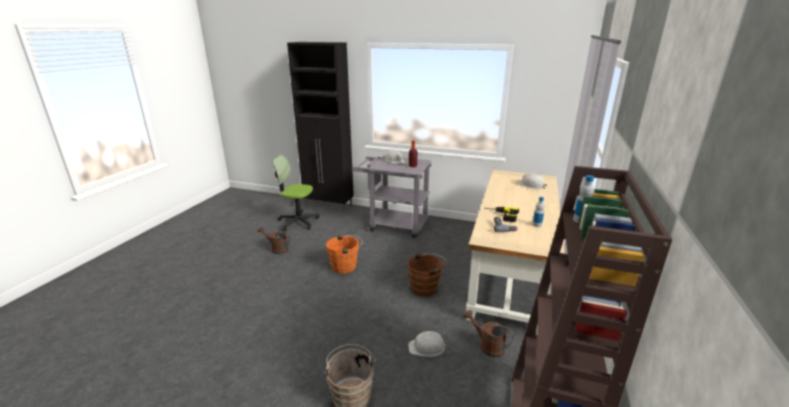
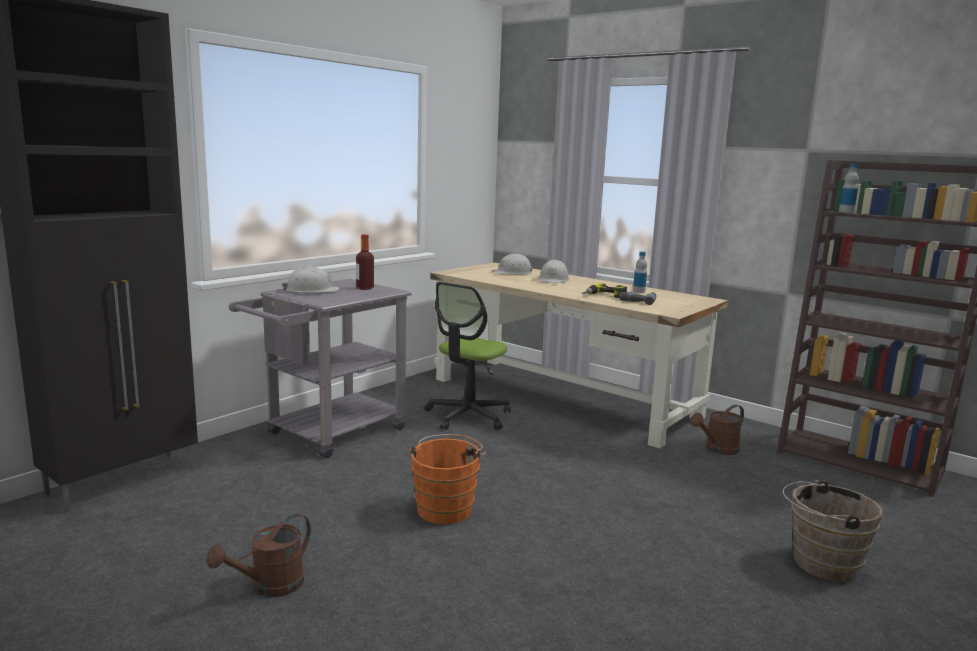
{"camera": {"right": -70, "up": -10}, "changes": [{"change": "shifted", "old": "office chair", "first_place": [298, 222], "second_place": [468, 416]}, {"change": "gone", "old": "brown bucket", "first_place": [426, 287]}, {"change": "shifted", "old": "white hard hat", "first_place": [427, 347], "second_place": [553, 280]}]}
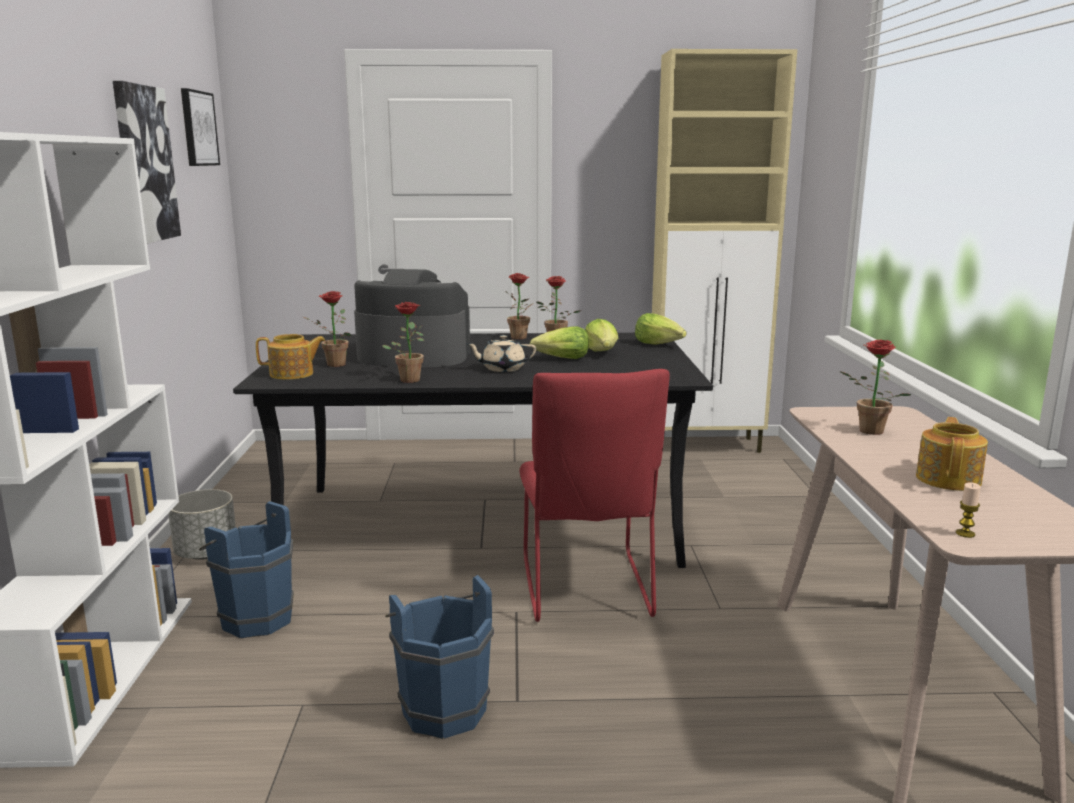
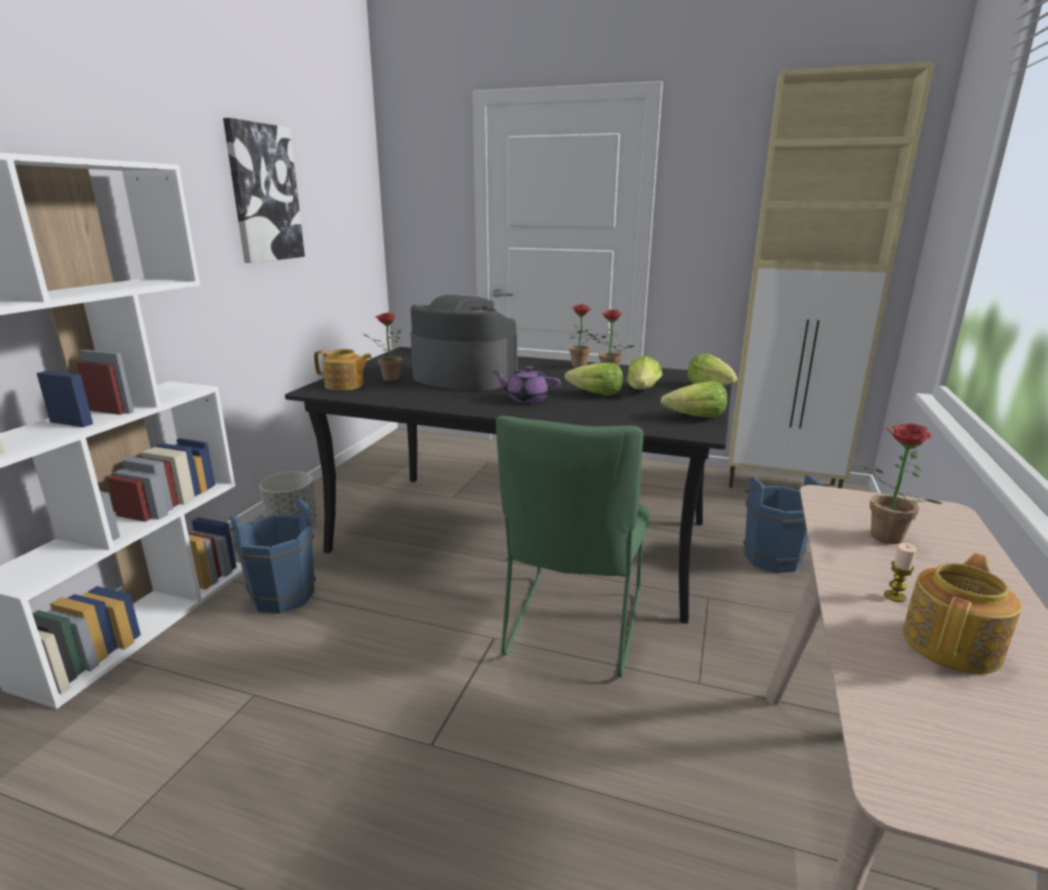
{"camera": {"right": 20, "up": 5}, "changes": [{"change": "gone", "old": "picture", "first_place": [198, 128]}, {"change": "gone", "old": "potted plant", "first_place": [409, 379]}, {"change": "repainted", "old": "beige teapot", "new": "purple teapot", "first_place": [502, 368], "second_place": [527, 399]}, {"change": "repainted", "old": "red chair", "new": "green chair", "first_place": [586, 591], "second_place": [573, 629]}, {"change": "shifted", "old": "candle", "first_place": [965, 534], "second_place": [894, 596]}, {"change": "shifted", "old": "blue bucket", "first_place": [442, 707], "second_place": [770, 556]}, {"change": "new", "new": "lettuce", "second_place": [695, 417]}]}
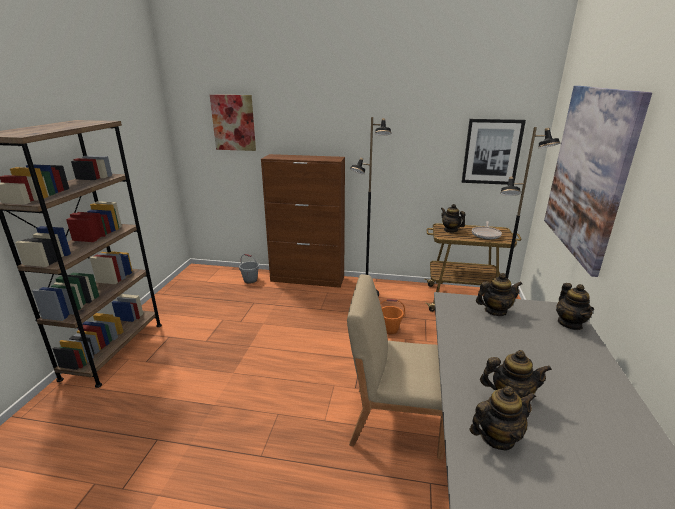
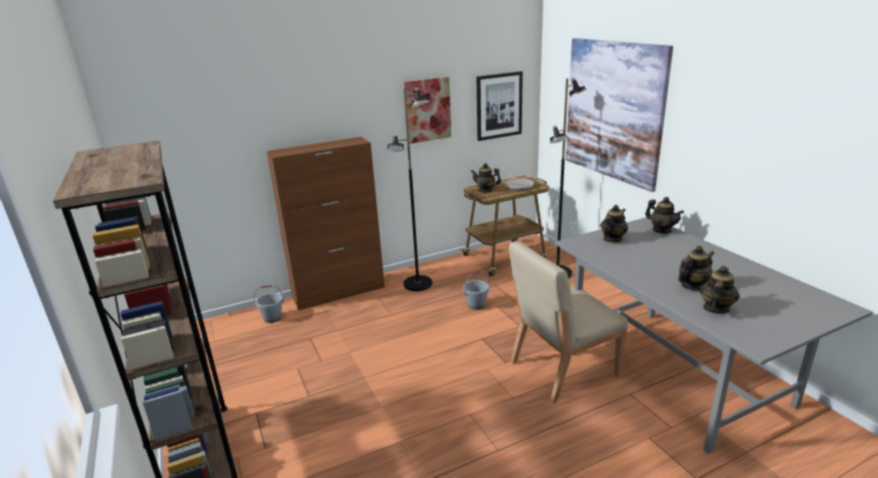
{"camera": {"right": -35, "up": 0}, "changes": [{"change": "shifted", "old": "picture", "first_place": [233, 123], "second_place": [427, 110]}, {"change": "repainted", "old": "orange bucket", "new": "grey bucket", "first_place": [389, 329], "second_place": [476, 305]}]}
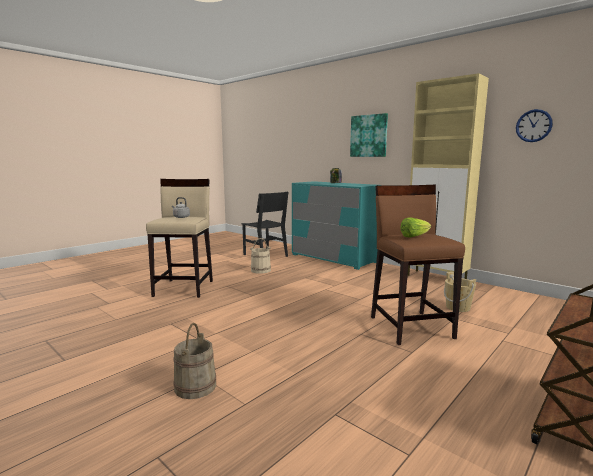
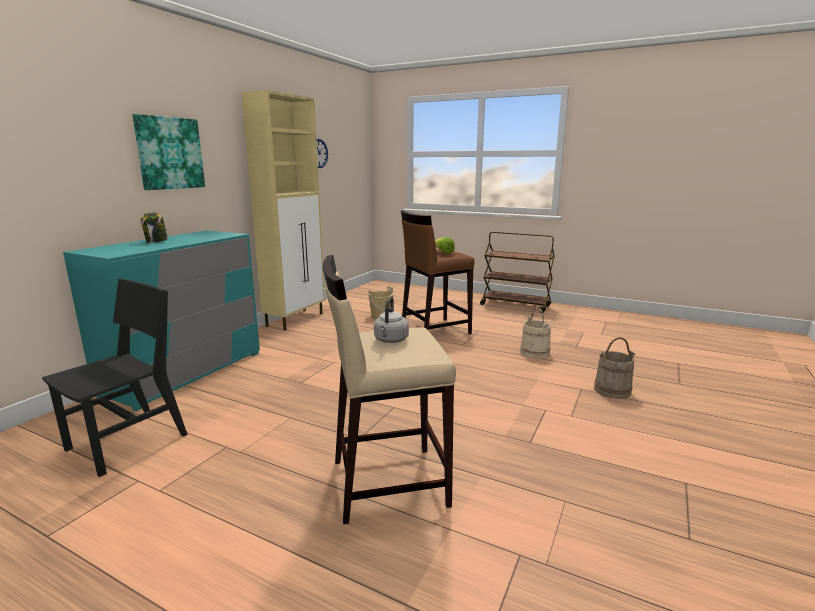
{"camera": {"right": -105, "up": 5}, "changes": [{"change": "shifted", "old": "beige bucket", "first_place": [260, 270], "second_place": [535, 353]}]}
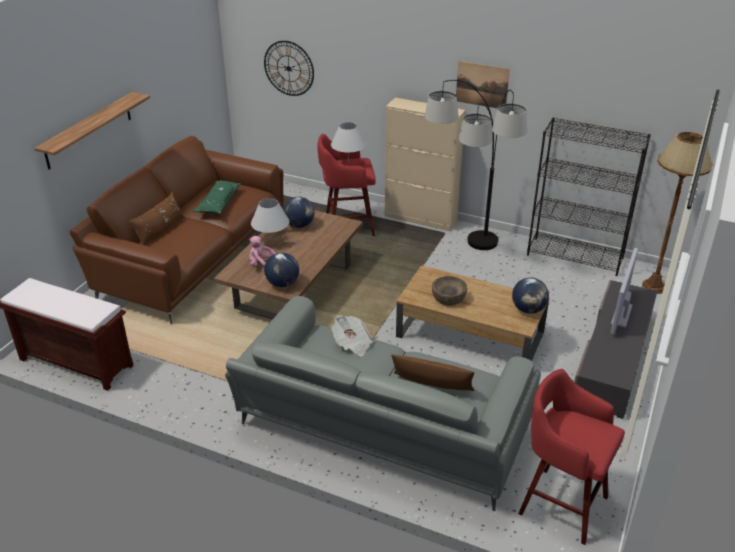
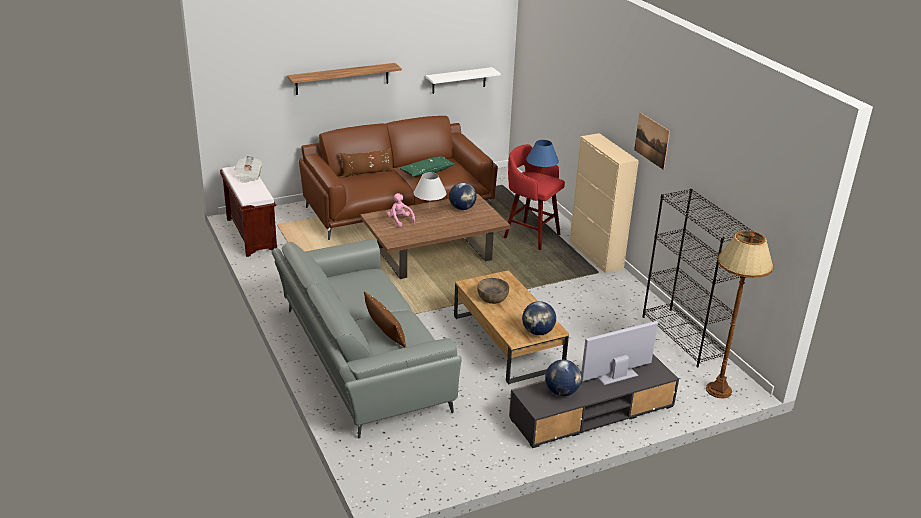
{"camera": {"right": 40, "up": -5}, "changes": [{"change": "gone", "old": "wall clock", "first_place": [288, 68]}, {"change": "gone", "old": "floor lamp", "first_place": [469, 261]}, {"change": "repainted", "old": "white table lamp", "new": "blue table lamp", "first_place": [348, 161], "second_place": [541, 176]}, {"change": "shifted", "old": "globe", "first_place": [282, 283], "second_place": [561, 392]}, {"change": "shifted", "old": "newspaper", "first_place": [352, 344], "second_place": [248, 176]}, {"change": "gone", "old": "red stool", "first_place": [560, 503]}, {"change": "new", "new": "white shelf", "second_place": [459, 80]}]}
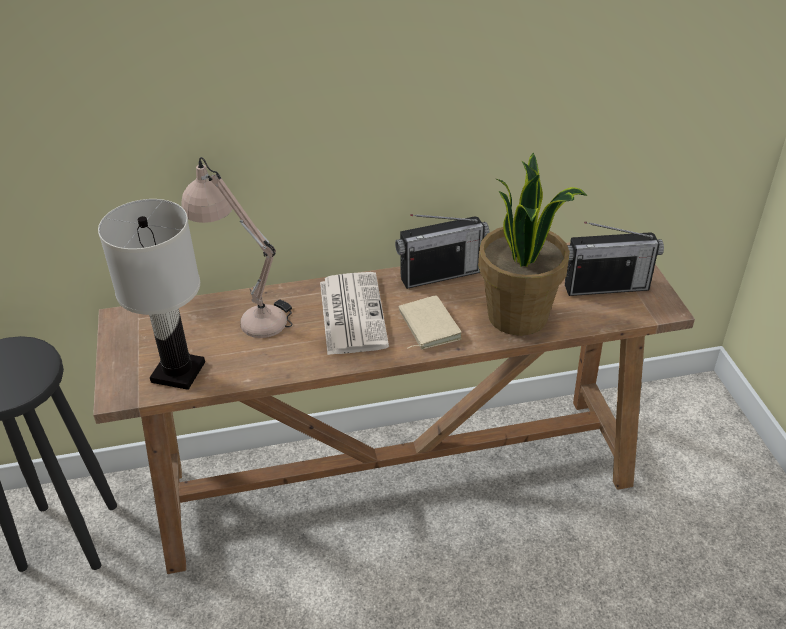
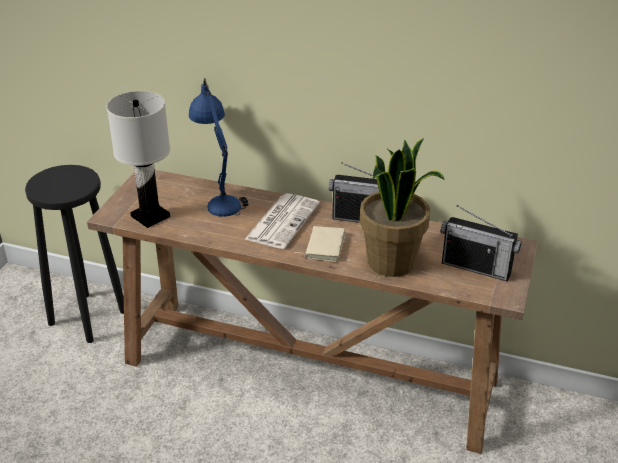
{"camera": {"right": 30, "up": -5}, "changes": [{"change": "repainted", "old": "beige table lamp", "new": "blue table lamp", "first_place": [246, 311], "second_place": [219, 197]}]}
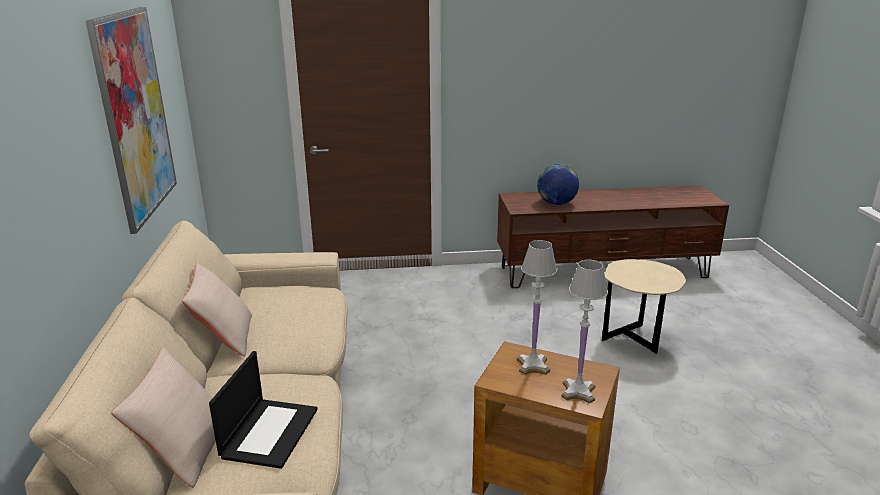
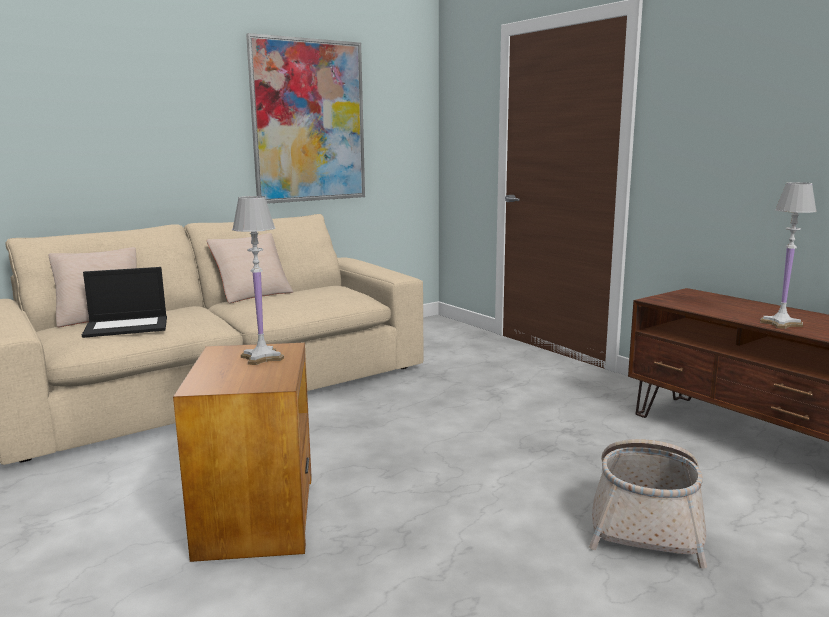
{"camera": {"right": 60, "up": -10}, "changes": [{"change": "gone", "old": "globe", "first_place": [556, 203]}, {"change": "swapped", "old": "beige side table", "new": "basket", "first_place": [635, 340], "second_place": [646, 520]}, {"change": "shifted", "old": "white table lamp", "first_place": [578, 391], "second_place": [781, 323]}]}
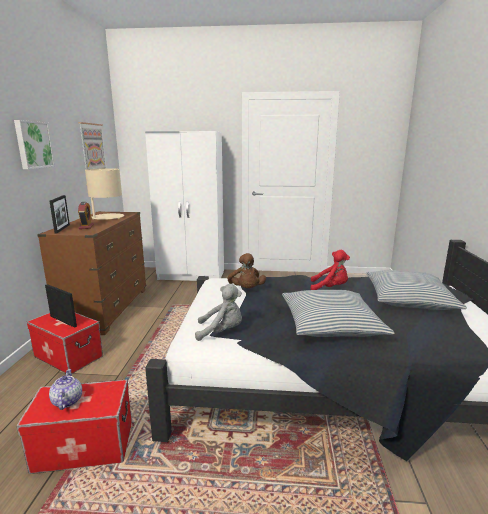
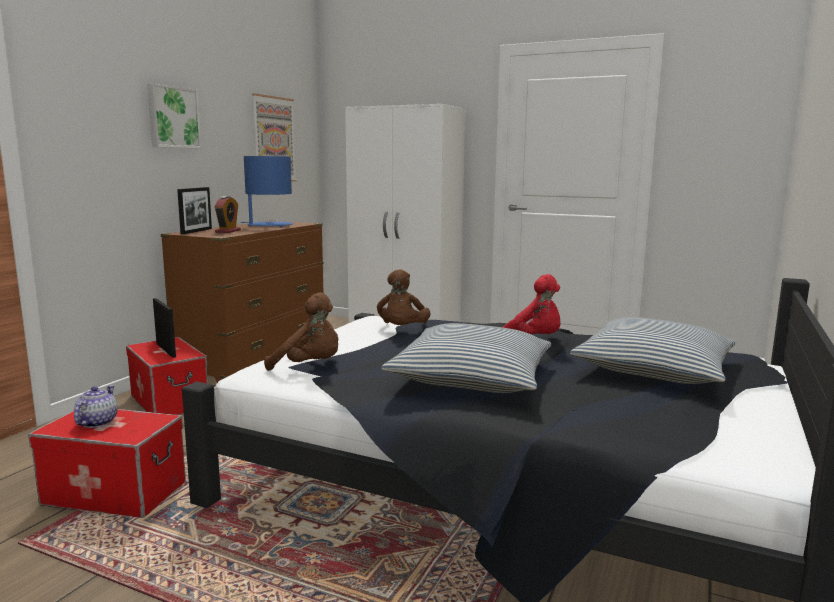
{"camera": {"right": 20, "up": -5}, "changes": [{"change": "repainted", "old": "beige table lamp", "new": "blue table lamp", "first_place": [107, 217], "second_place": [269, 225]}, {"change": "repainted", "old": "grey plush toy", "new": "brown plush toy", "first_place": [221, 332], "second_place": [310, 366]}]}
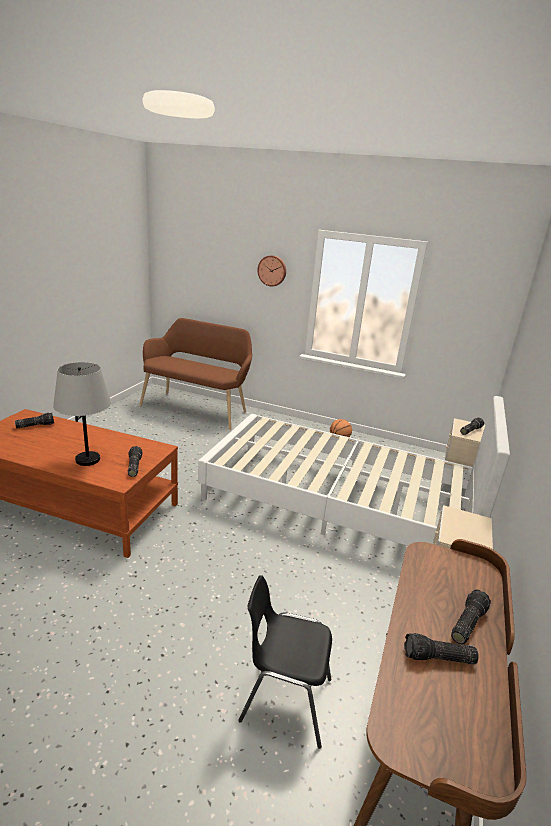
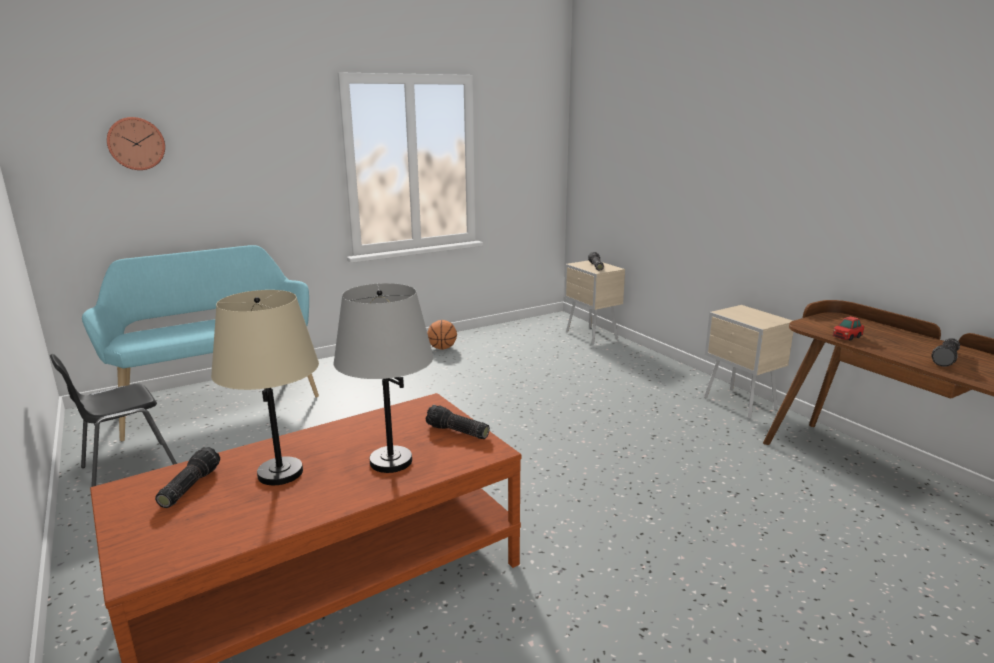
{"camera": {"right": -50, "up": -5}, "changes": [{"change": "shifted", "old": "wall clock", "first_place": [272, 270], "second_place": [136, 143]}, {"change": "repainted", "old": "brown bench", "new": "turquoise bench", "first_place": [197, 408], "second_place": [218, 400]}, {"change": "gone", "old": "white bed", "first_place": [338, 503]}, {"change": "shifted", "old": "black chair", "first_place": [284, 699], "second_place": [127, 469]}, {"change": "gone", "old": "flashlight", "first_place": [466, 622]}, {"change": "new", "new": "beige table lamp", "second_place": [280, 473]}, {"change": "new", "new": "toy car", "second_place": [846, 337]}]}
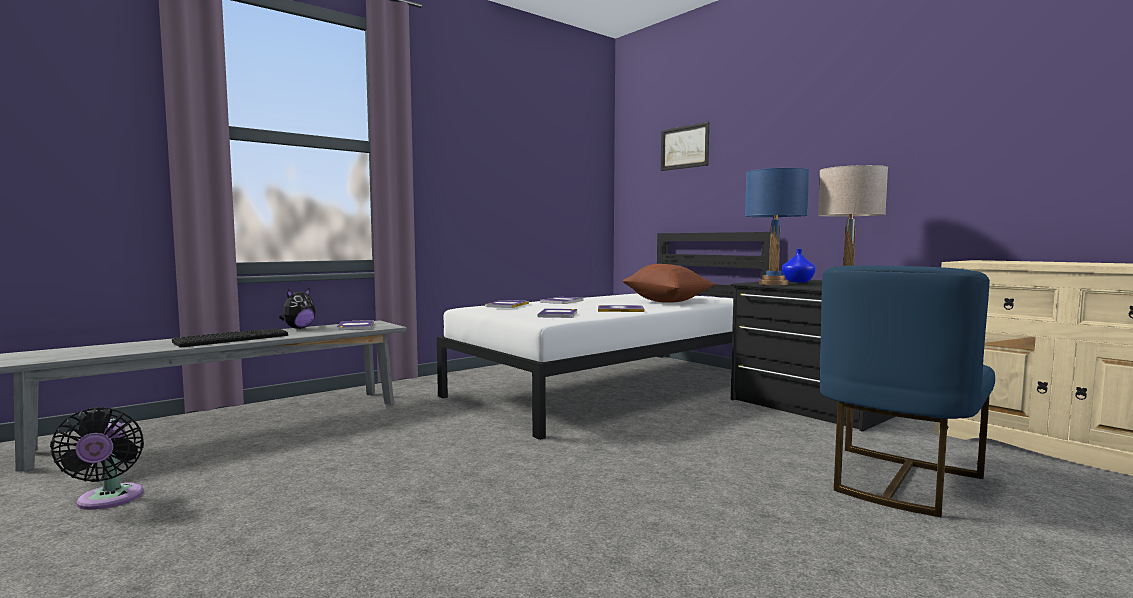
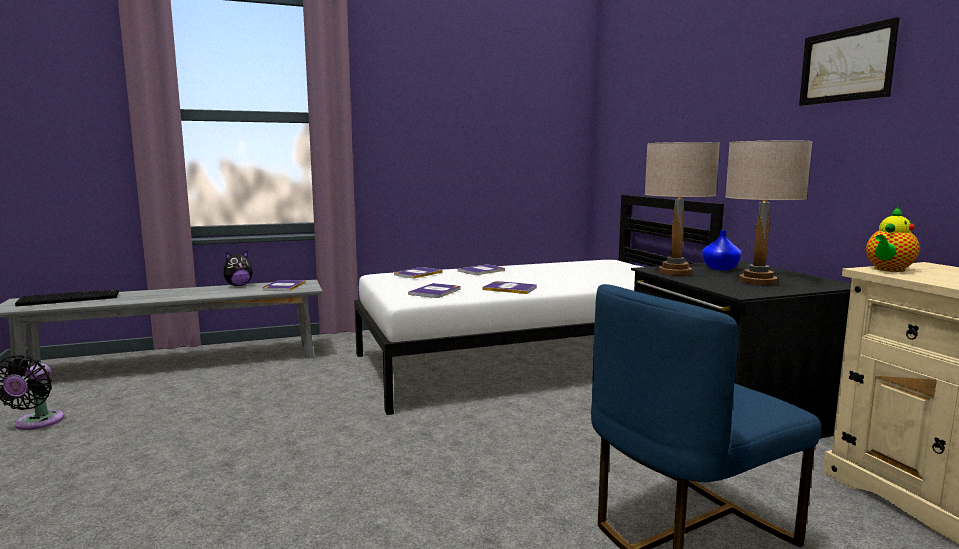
{"camera": {"right": 20, "up": 5}, "changes": [{"change": "shifted", "old": "picture", "first_place": [684, 147], "second_place": [846, 65]}, {"change": "repainted", "old": "blue table lamp", "new": "beige table lamp", "first_place": [773, 284], "second_place": [674, 272]}, {"change": "gone", "old": "brown pillow", "first_place": [668, 302]}, {"change": "shifted", "old": "keyboard", "first_place": [233, 339], "second_place": [70, 299]}, {"change": "new", "new": "teapot", "second_place": [888, 270]}]}
